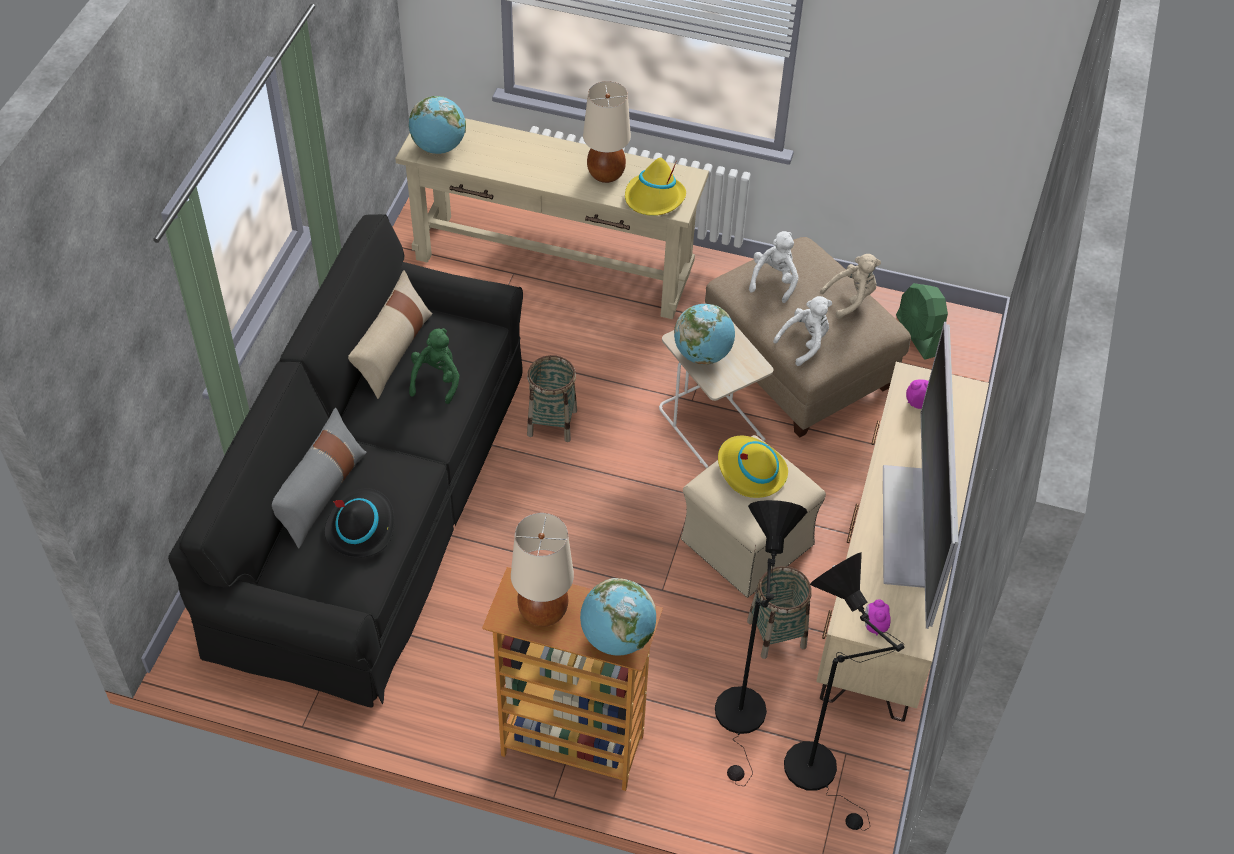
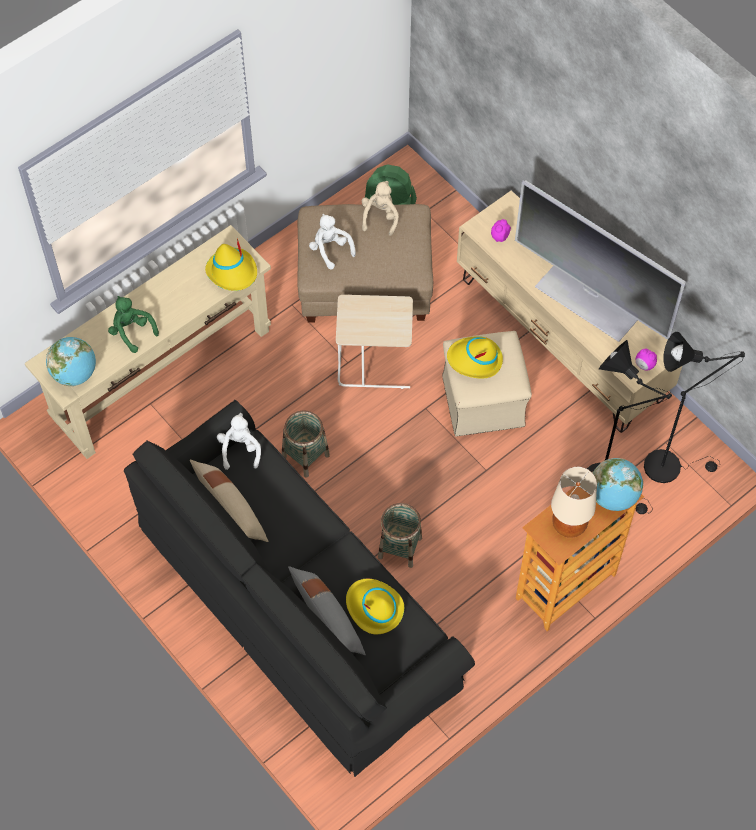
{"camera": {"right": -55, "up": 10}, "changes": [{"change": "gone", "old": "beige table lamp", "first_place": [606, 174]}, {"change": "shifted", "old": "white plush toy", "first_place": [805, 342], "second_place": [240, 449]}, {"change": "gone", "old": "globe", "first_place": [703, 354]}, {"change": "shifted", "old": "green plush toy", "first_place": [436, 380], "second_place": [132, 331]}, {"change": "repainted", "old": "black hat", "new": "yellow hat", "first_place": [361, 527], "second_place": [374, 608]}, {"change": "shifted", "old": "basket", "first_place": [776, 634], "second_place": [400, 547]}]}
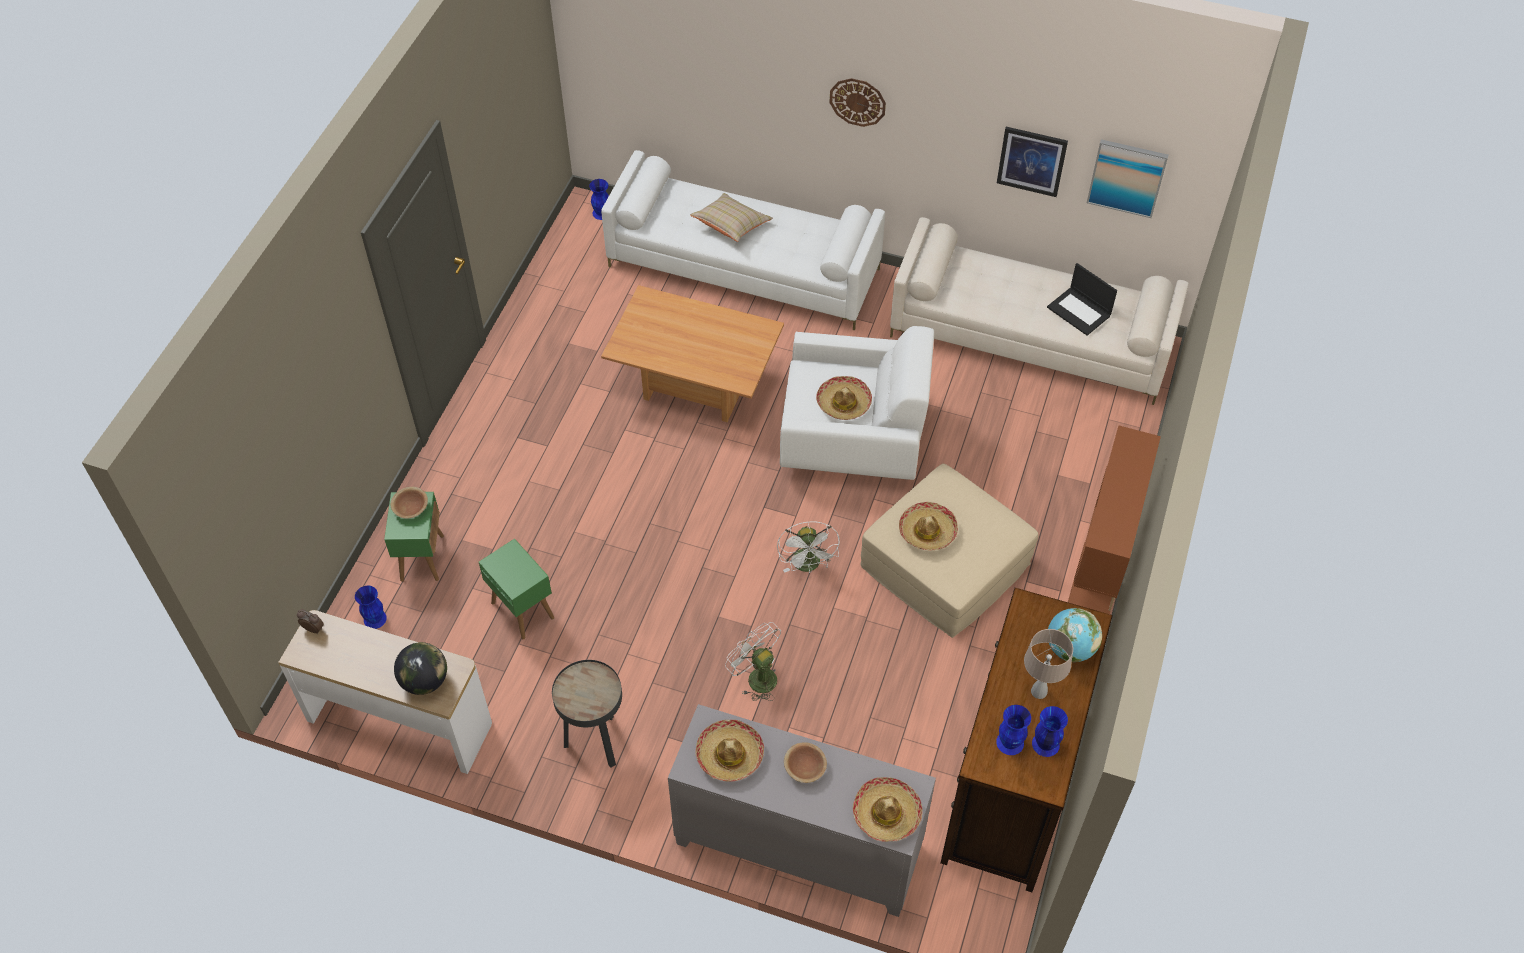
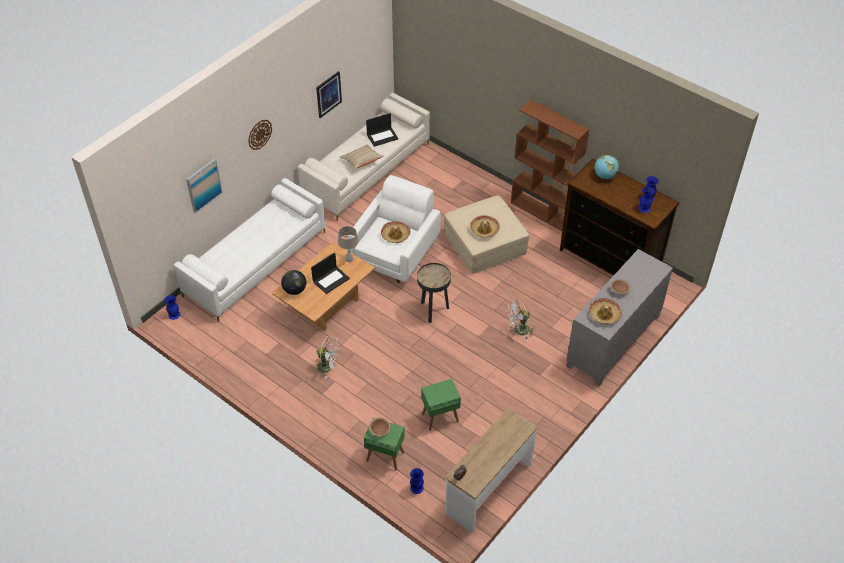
{"camera": {"right": -70, "up": -5}, "changes": [{"change": "shifted", "old": "picture", "first_place": [1127, 177], "second_place": [203, 185]}, {"change": "shifted", "old": "beige pillow", "first_place": [731, 226], "second_place": [362, 161]}, {"change": "shifted", "old": "white fan", "first_place": [808, 566], "second_place": [328, 367]}, {"change": "shifted", "old": "beige table lamp", "first_place": [1038, 691], "second_place": [349, 259]}, {"change": "shifted", "old": "globe", "first_place": [425, 681], "second_place": [295, 290]}, {"change": "shifted", "old": "black side table", "first_place": [595, 743], "second_place": [433, 311]}, {"change": "gone", "old": "hat", "first_place": [886, 814]}, {"change": "new", "new": "laptop", "second_place": [331, 279]}]}
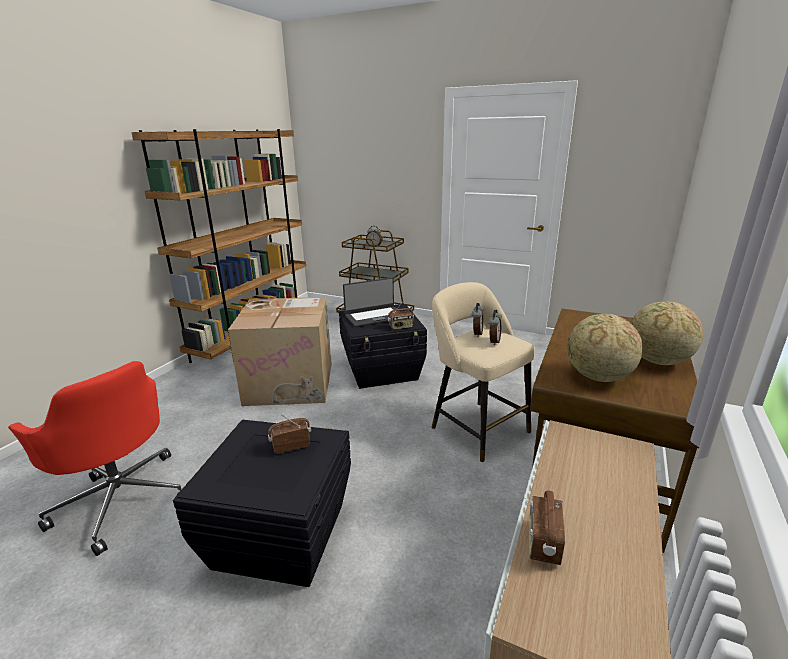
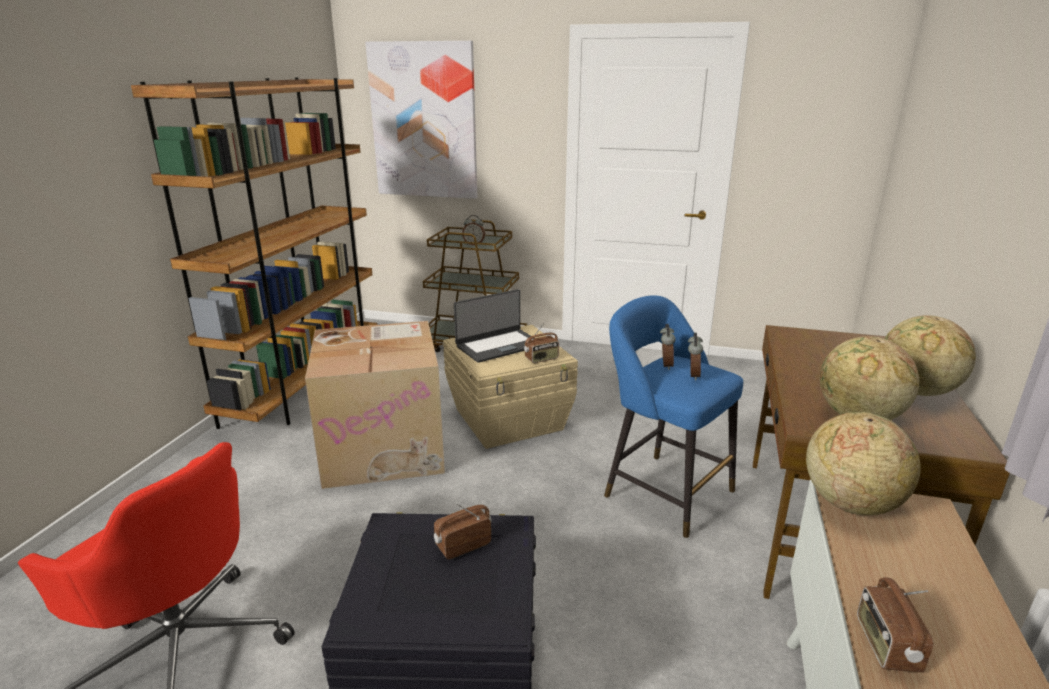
{"camera": {"right": -10, "up": 0}, "changes": [{"change": "repainted", "old": "beige stool", "new": "blue stool", "first_place": [476, 427], "second_place": [662, 490]}, {"change": "repainted", "old": "black storage box", "new": "beige storage box", "first_place": [382, 370], "second_place": [510, 419]}, {"change": "new", "new": "picture", "second_place": [424, 121]}, {"change": "new", "new": "globe", "second_place": [850, 503]}]}
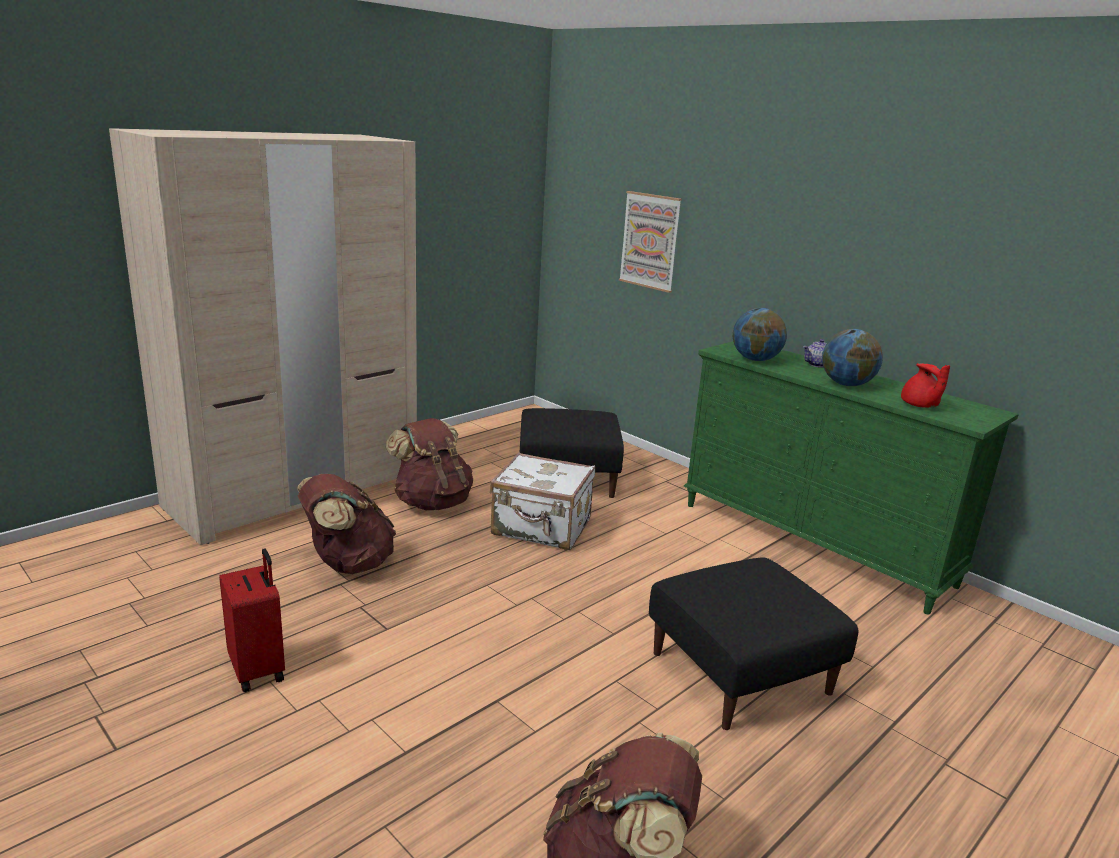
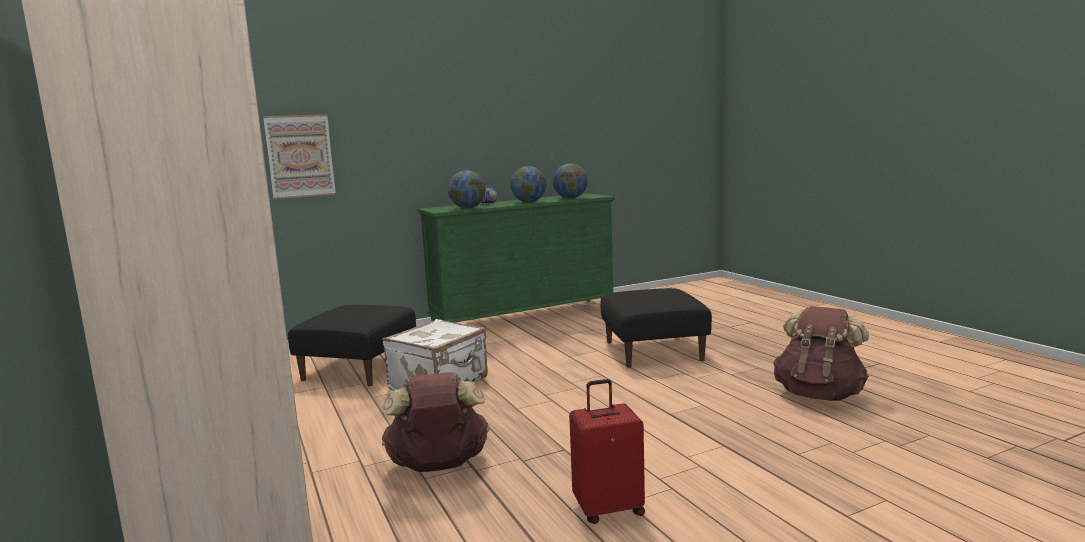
{"camera": {"right": -70, "up": -10}, "changes": [{"change": "swapped", "old": "red teapot", "new": "globe", "first_place": [919, 405], "second_place": [570, 198]}, {"change": "gone", "old": "brown backpack", "first_place": [432, 502]}]}
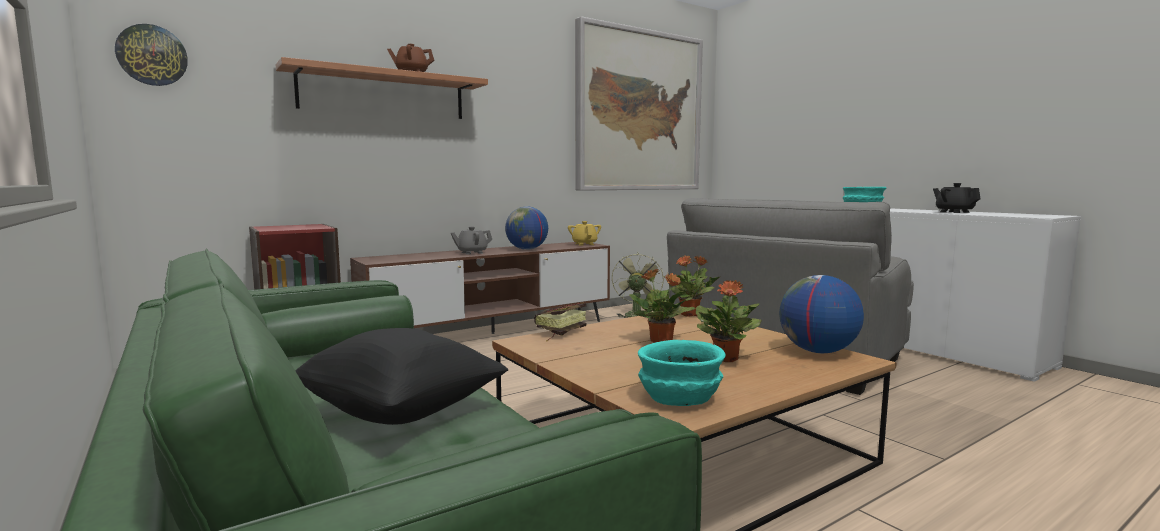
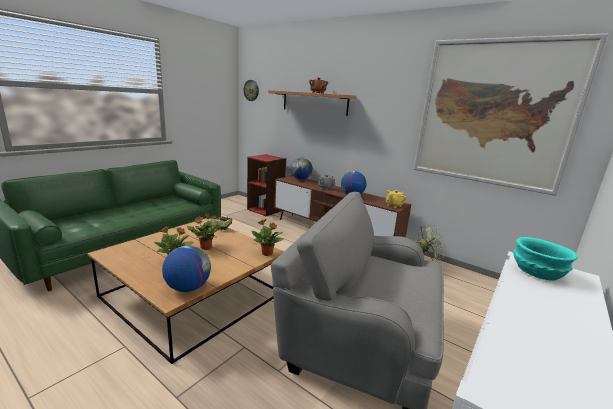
{"camera": {"right": 70, "up": 10}, "changes": [{"change": "gone", "old": "black teapot", "first_place": [954, 212]}, {"change": "gone", "old": "black pillow", "first_place": [401, 412]}, {"change": "gone", "old": "turquoise bowl", "first_place": [679, 398]}, {"change": "new", "new": "globe", "second_place": [301, 179]}]}
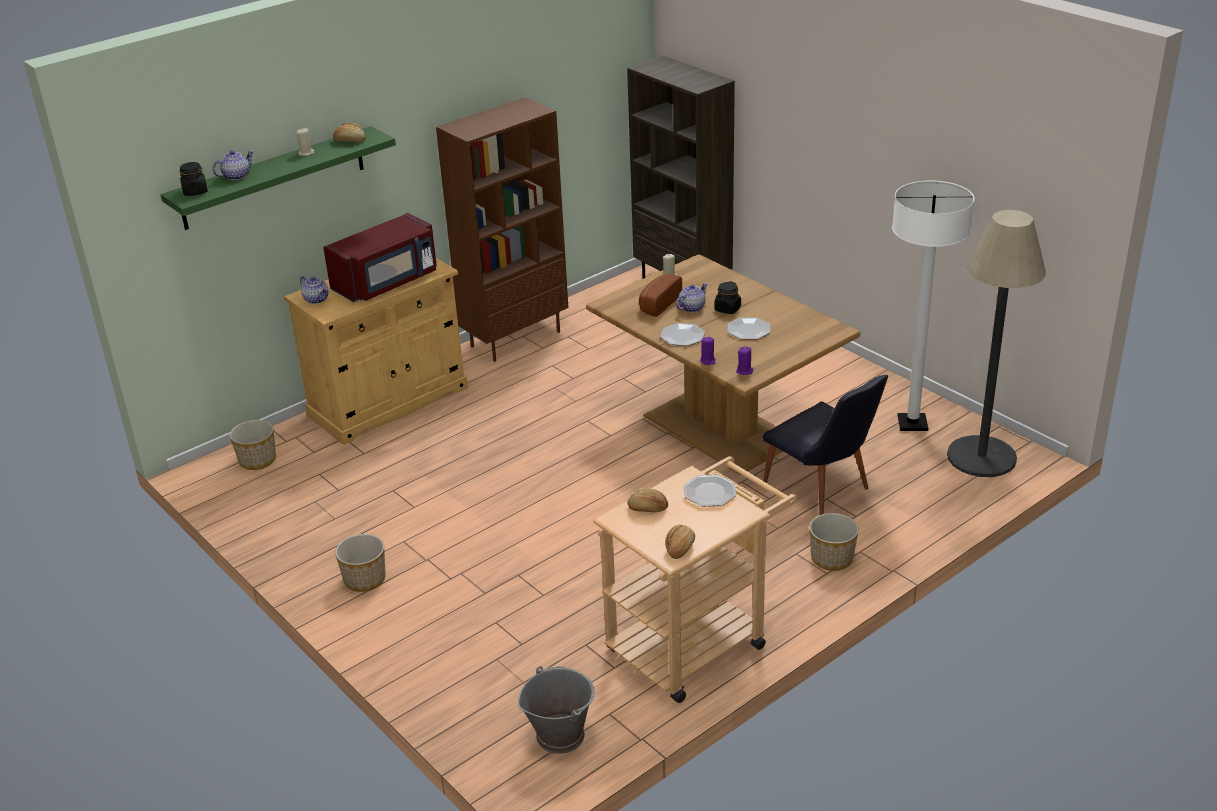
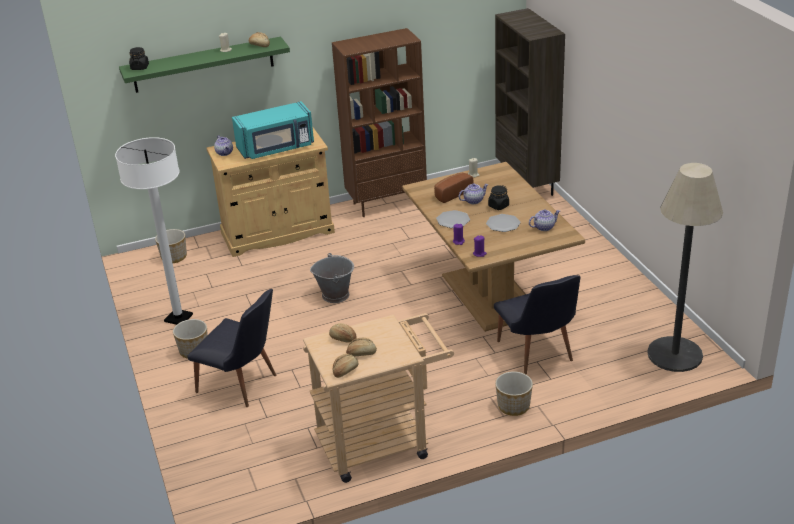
{"camera": {"right": 20, "up": 0}, "changes": [{"change": "shifted", "old": "teapot", "first_place": [236, 176], "second_place": [544, 227]}, {"change": "shifted", "old": "white floor lamp", "first_place": [912, 423], "second_place": [178, 318]}, {"change": "repainted", "old": "red microwave", "new": "turquoise microwave", "first_place": [387, 282], "second_place": [276, 148]}, {"change": "gone", "old": "plate", "first_place": [709, 492]}, {"change": "shifted", "old": "grey bucket", "first_place": [560, 735], "second_place": [335, 295]}, {"change": "new", "new": "black chair", "second_place": [243, 386]}, {"change": "new", "new": "bread", "second_place": [361, 353]}]}
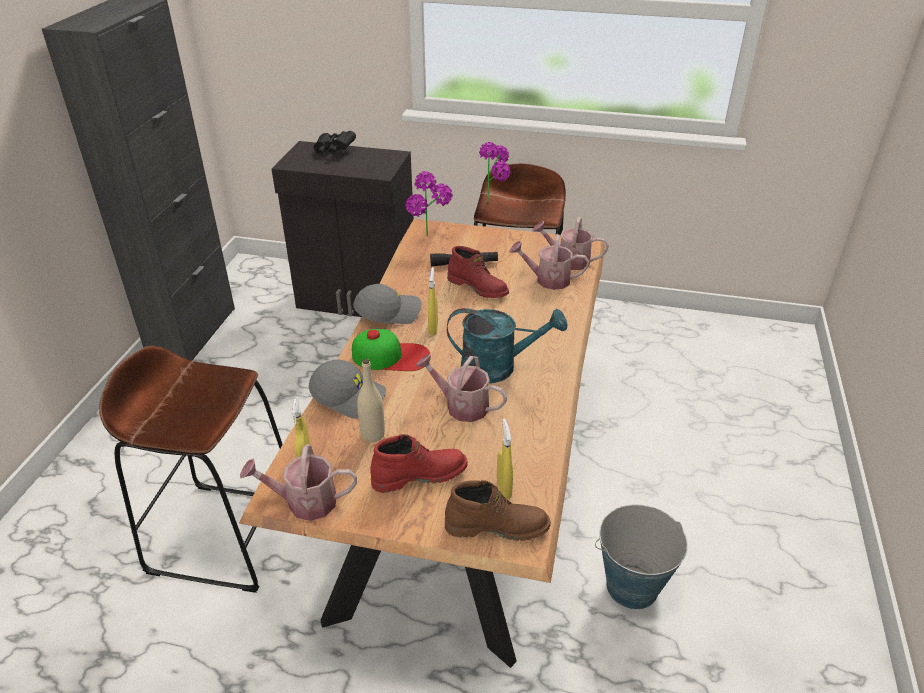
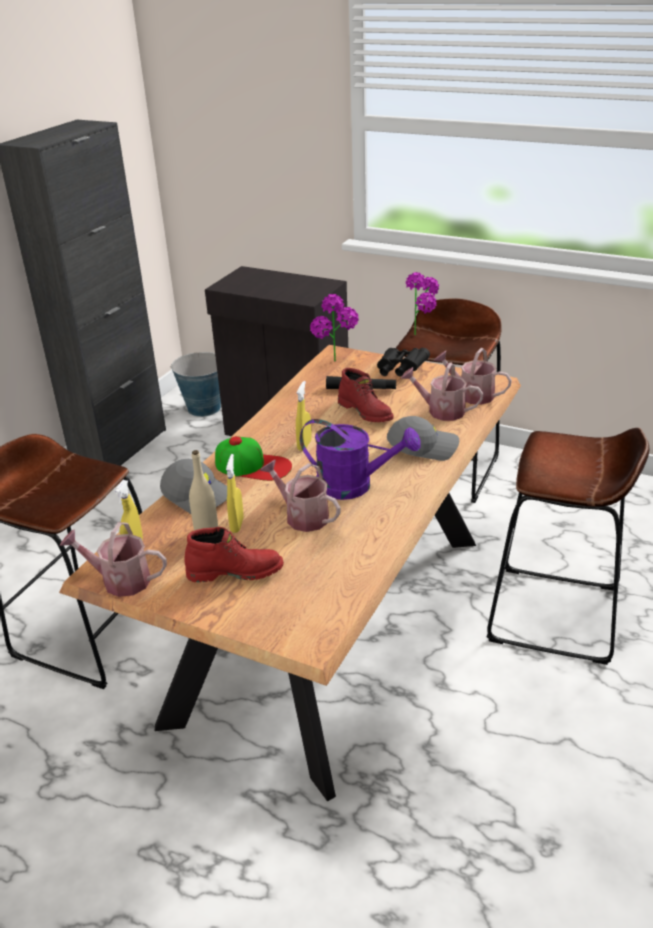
{"camera": {"right": 15, "up": -5}, "changes": [{"change": "shifted", "old": "black binoculars", "first_place": [333, 151], "second_place": [400, 371]}, {"change": "shifted", "old": "grey cap", "first_place": [388, 312], "second_place": [423, 447]}, {"change": "repainted", "old": "turquoise watering can", "new": "purple watering can", "first_place": [498, 367], "second_place": [354, 486]}, {"change": "shifted", "old": "yellow spray bottle", "first_place": [503, 489], "second_place": [237, 525]}, {"change": "gone", "old": "brown boot", "first_place": [497, 526]}, {"change": "shifted", "old": "bucket", "first_place": [631, 587], "second_place": [204, 408]}, {"change": "new", "new": "brown stool", "second_place": [554, 614]}]}
